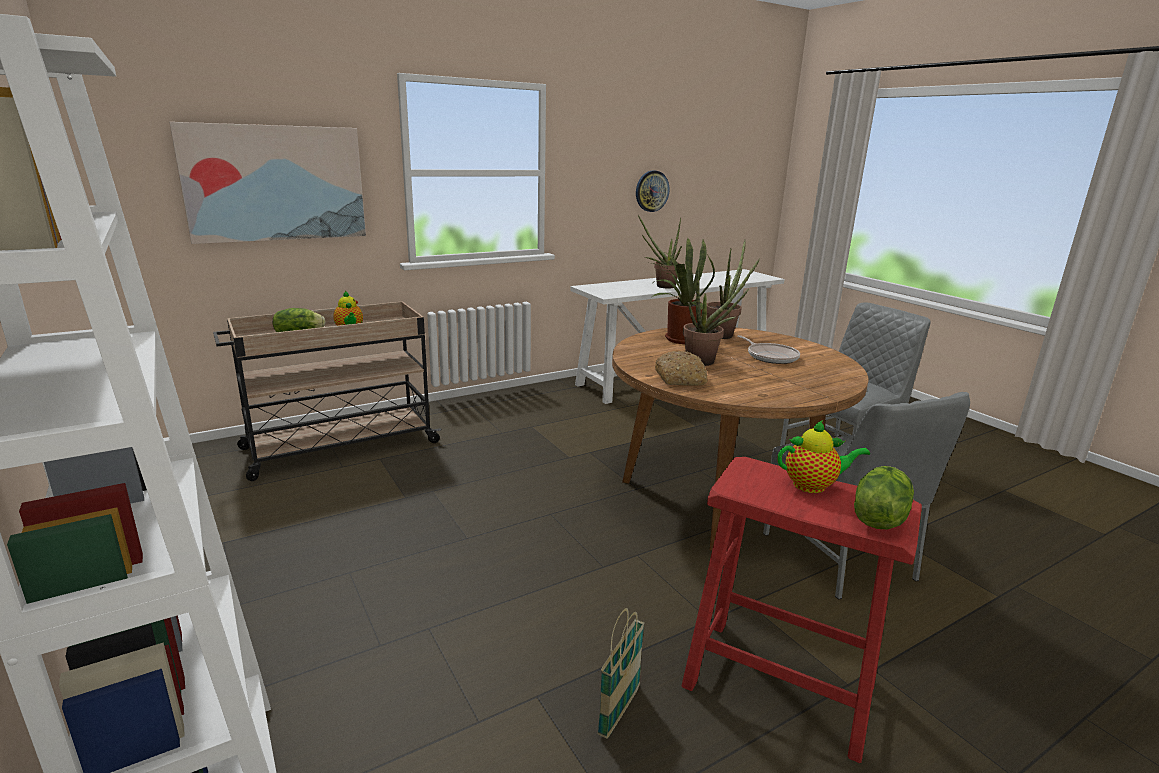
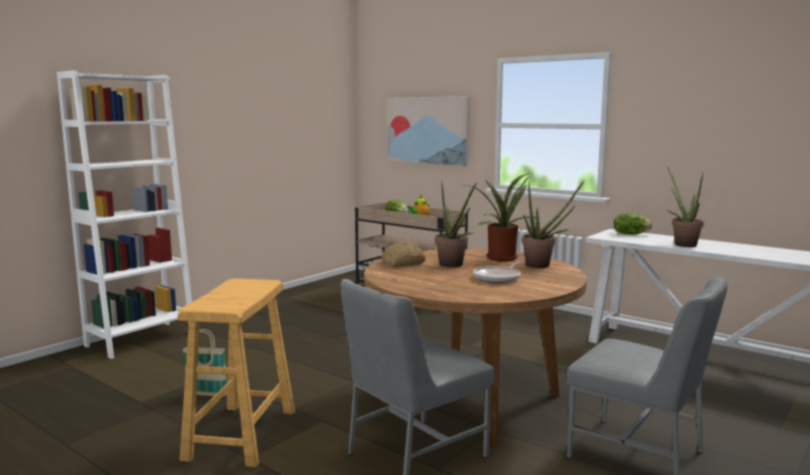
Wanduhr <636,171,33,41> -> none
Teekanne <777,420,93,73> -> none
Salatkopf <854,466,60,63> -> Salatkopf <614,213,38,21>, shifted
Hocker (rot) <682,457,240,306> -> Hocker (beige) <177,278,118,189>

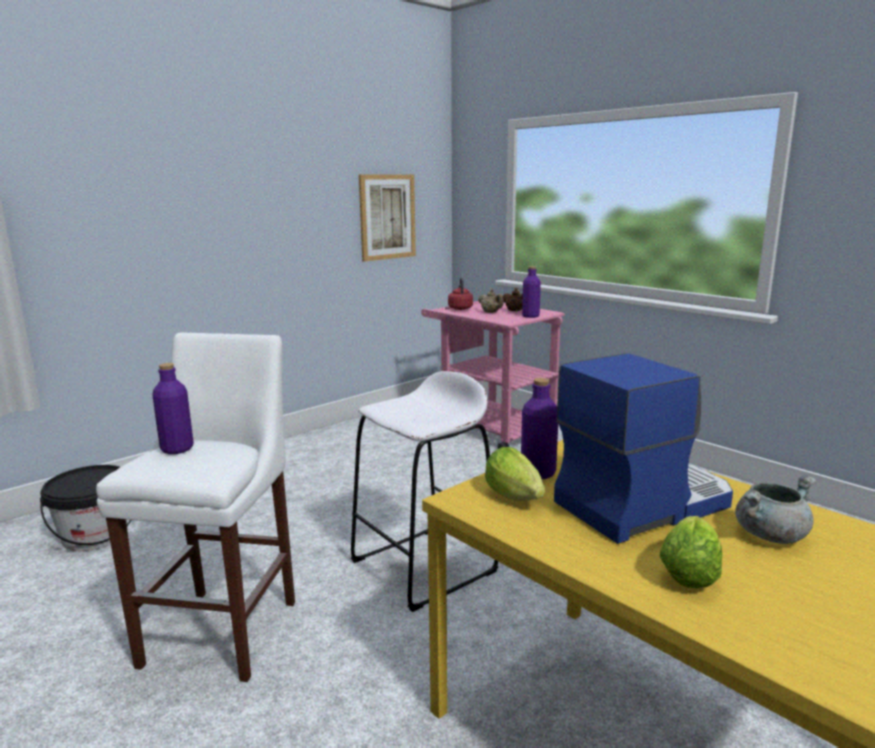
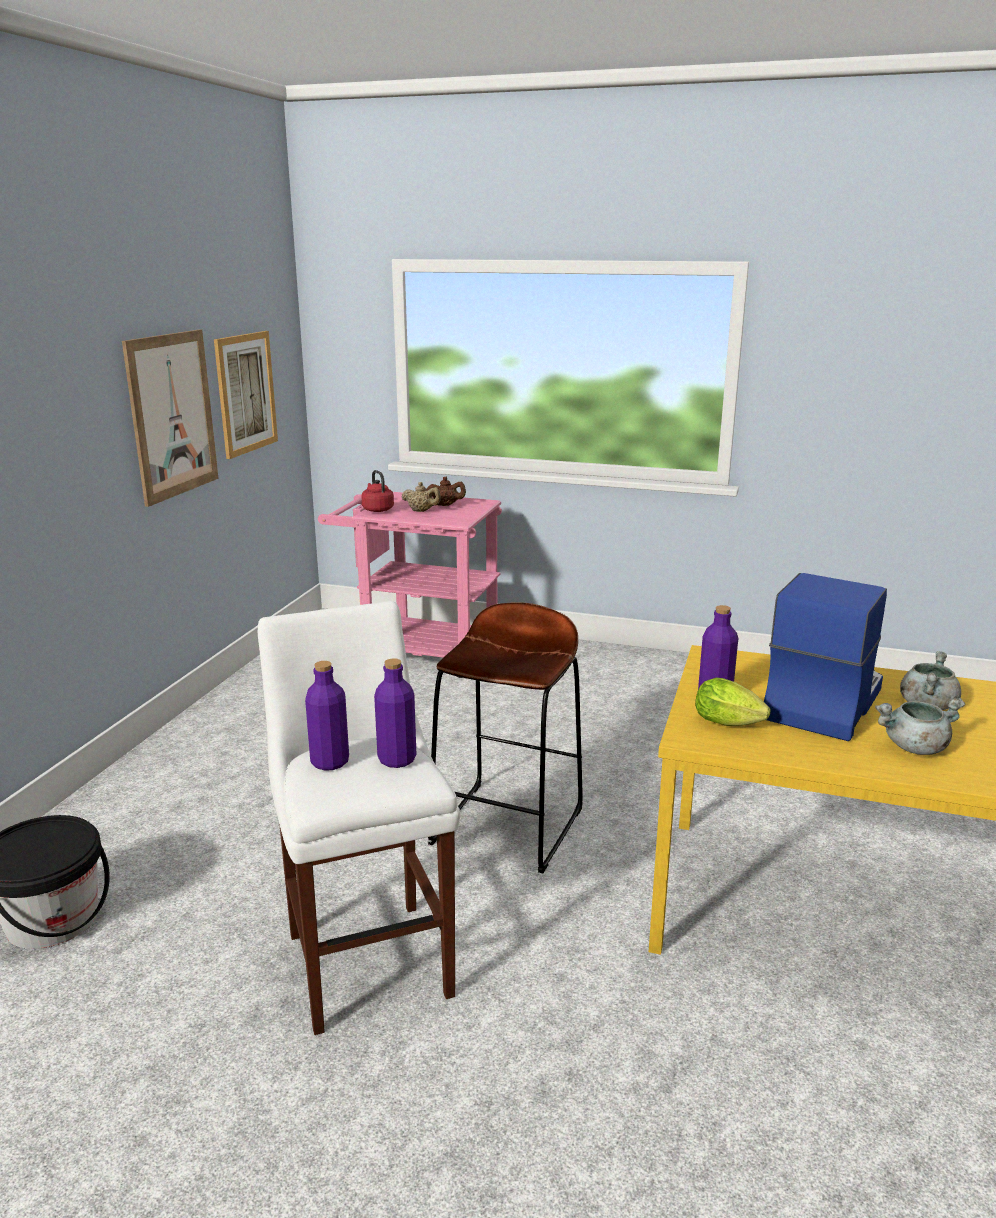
none -> Bild <122,329,97,178>
Flasche (lila) <522,266,19,52> -> Flasche (lila) <374,658,42,110>, shifted
Salatkopf <660,516,62,72> -> Kochtopf (grau) <875,698,90,57>
Hocker (weiß) <351,371,147,241> -> Hocker (braun) <427,602,156,271>

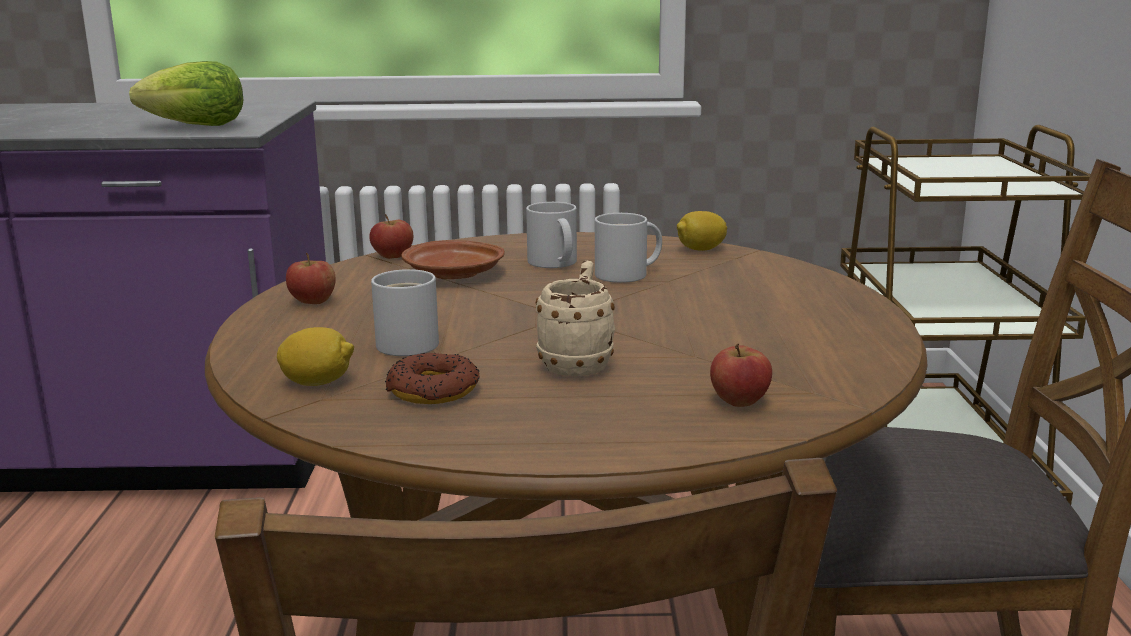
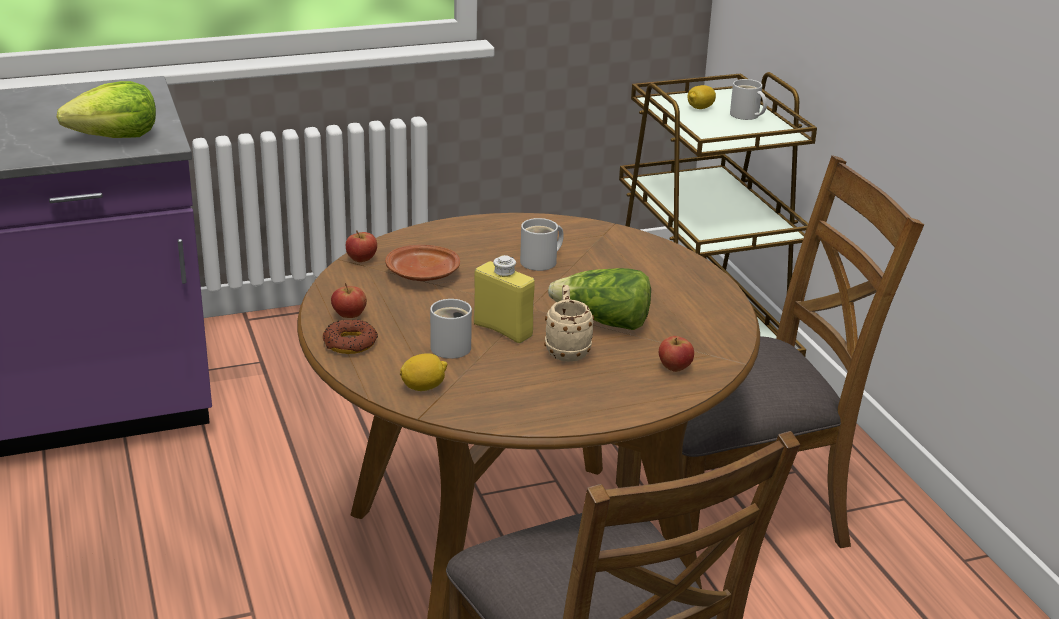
none -> Flasche (gelb) <474,255,61,88>
none -> Salatkopf <548,268,103,62>
Donut <385,353,95,51> -> Donut <323,320,55,34>, shifted
Henkelbecher (weiß) <526,202,51,66> -> Henkelbecher (weiß) <730,79,37,41>, shifted
Zitrone <677,211,50,40> -> Zitrone <688,85,28,24>, shifted

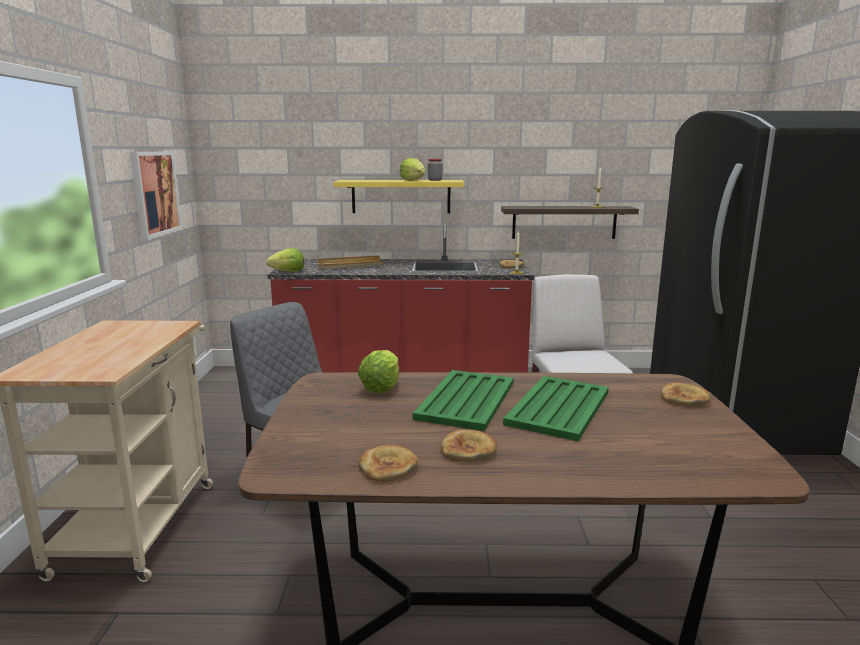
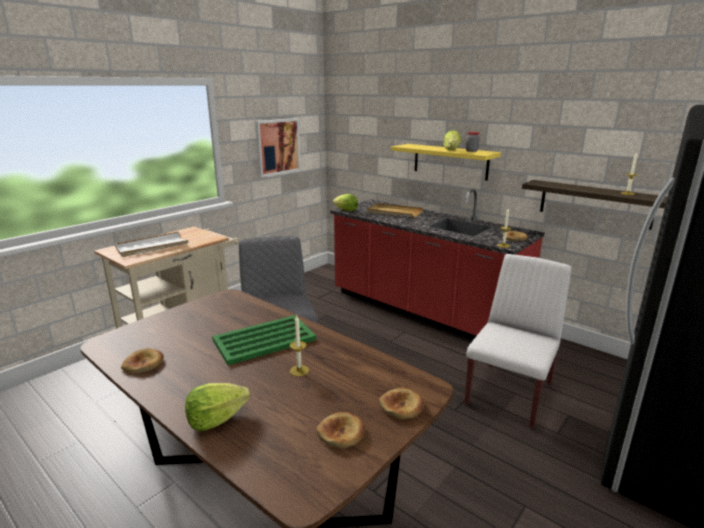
none -> Tablett (weiß) <115,232,74,25>
Salatkopf <358,350,41,43> -> Salatkopf <185,383,65,48>, shifted
Brot <441,429,56,33> -> Brot <316,412,49,36>, shifted
Tablett (grün) <503,376,106,65> -> Kerze <290,316,19,60>

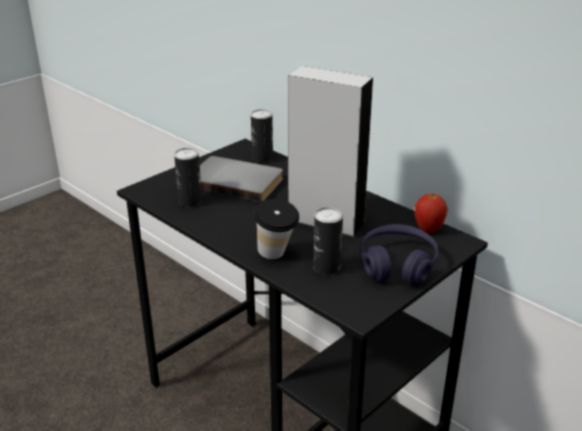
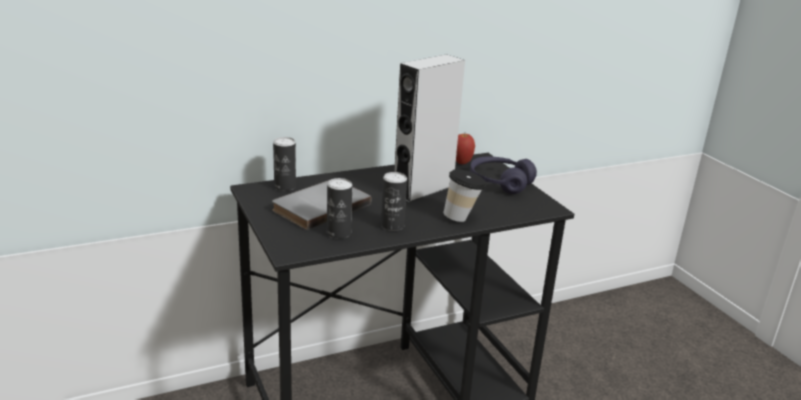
Dose <313,207,30,68> -> Dose <381,172,26,59>, shifted

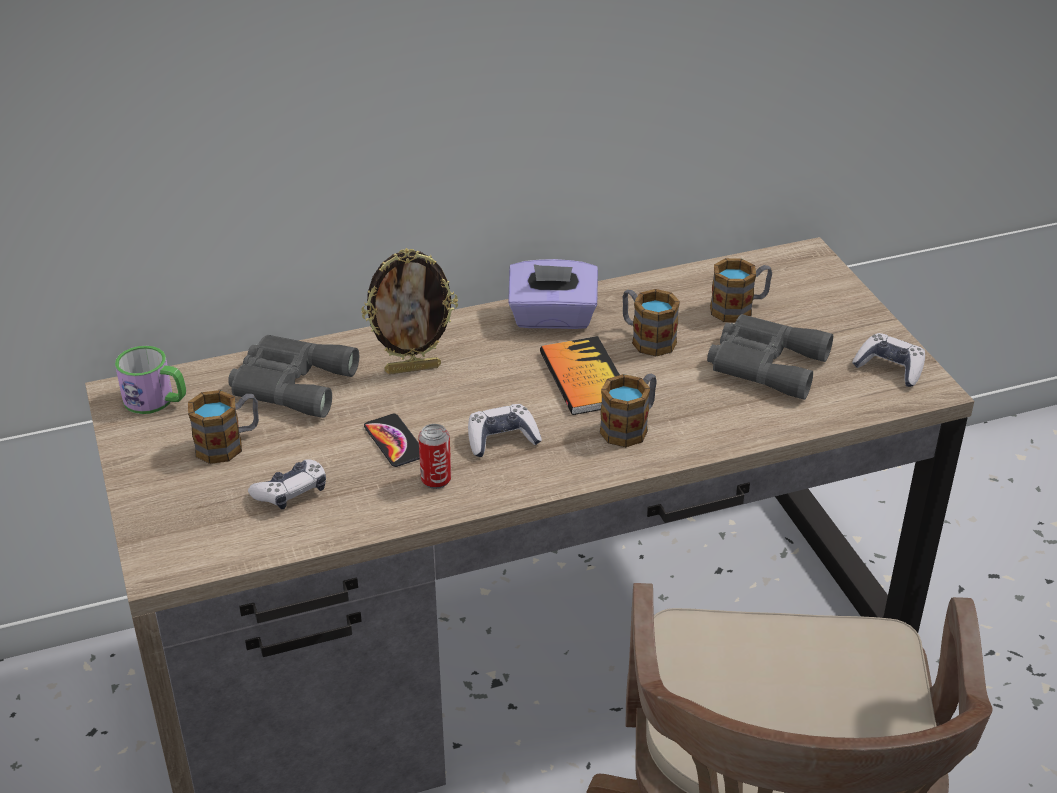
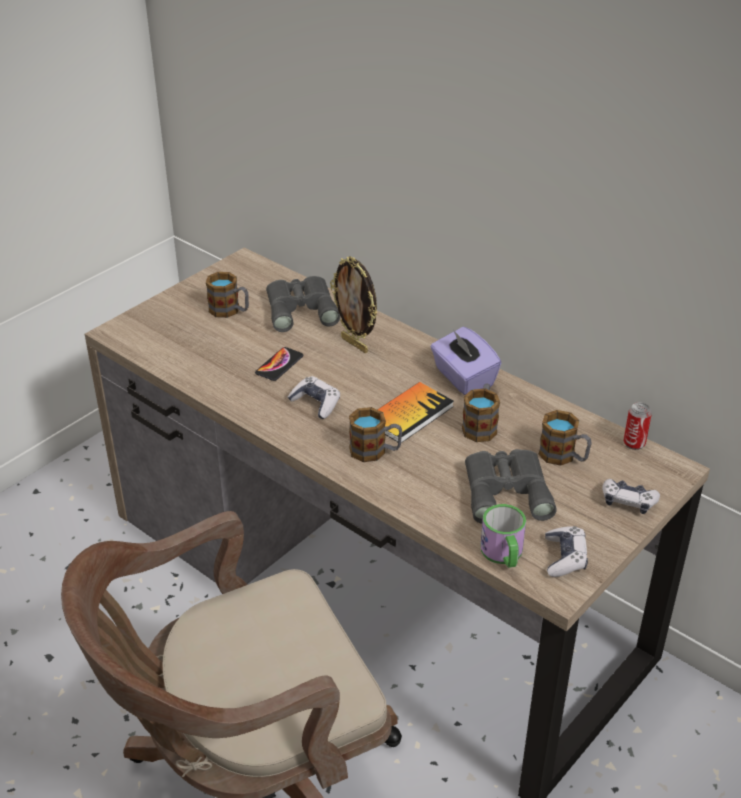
Henkelbecher <115,346,71,68> -> Henkelbecher <480,504,46,64>, shifted
Gamepad <248,459,78,50> -> Gamepad <602,479,58,35>, shifted
Dose <418,424,33,65> -> Dose <624,402,28,48>, shifted

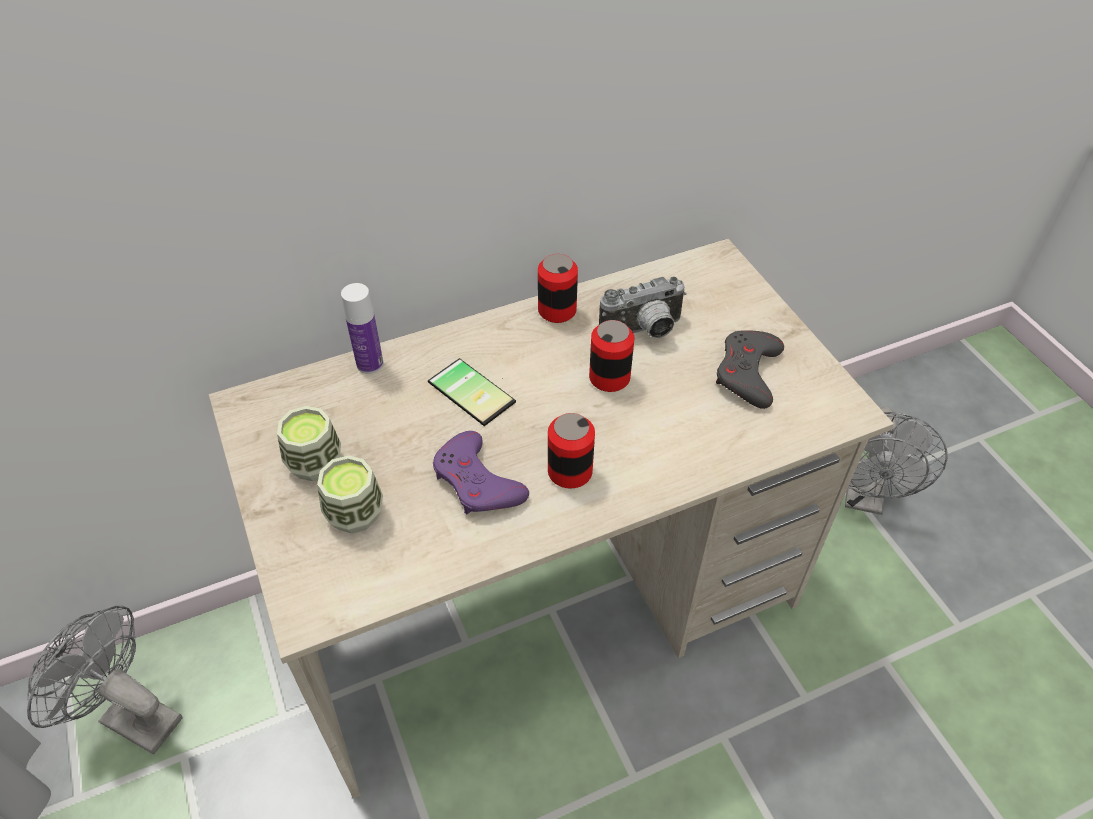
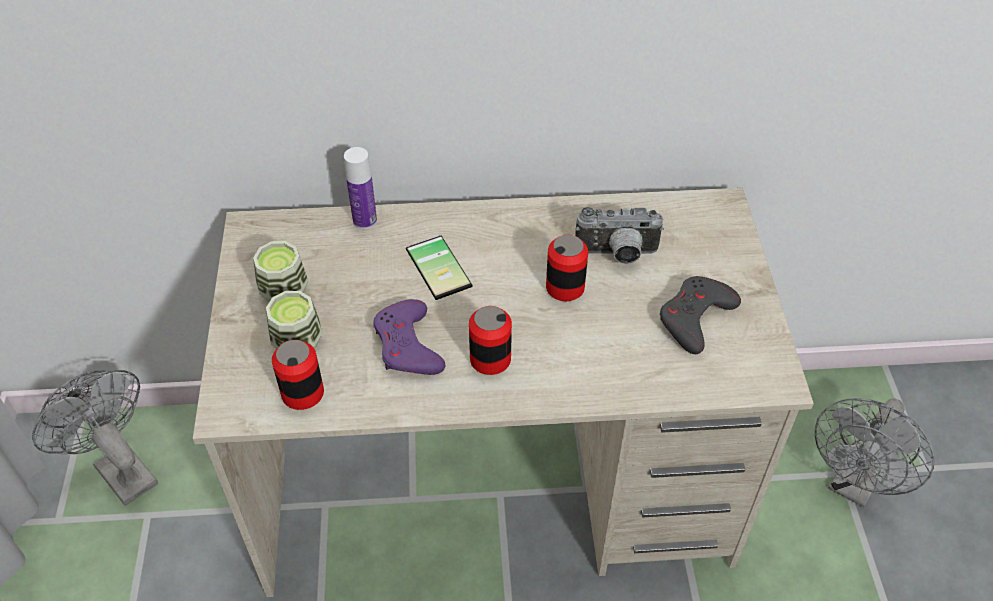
Dose <538,254,40,69> -> Dose <272,340,52,70>, shifted

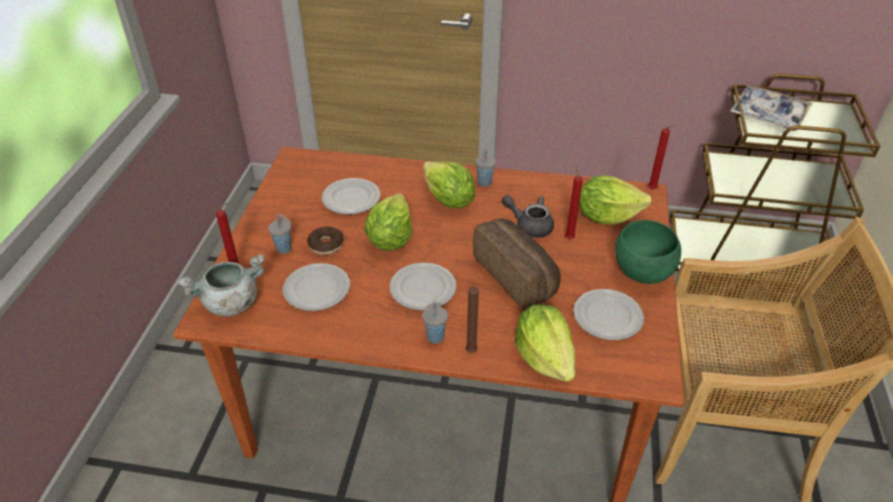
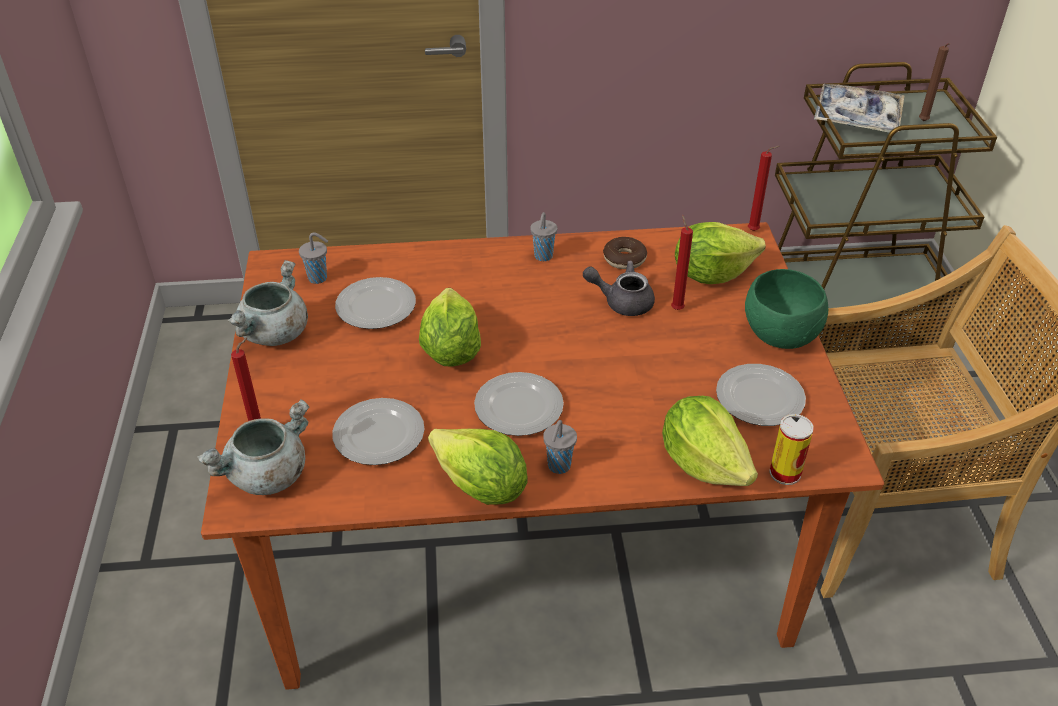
Brot <473,218,88,92> -> none
none -> Kochtopf (grau) <227,260,81,86>
none -> Dose <769,414,45,71>
Tasse (grau) <268,214,24,40> -> Tasse (grau) <299,232,29,52>, shifted
Donut <307,227,37,28> -> Donut <603,237,44,32>, shifted
Salatkopf <423,161,52,47> -> Salatkopf <428,429,100,76>, shifted
Kerze (braun) <466,287,13,66> -> Kerze (braun) <919,43,31,78>, shifted

